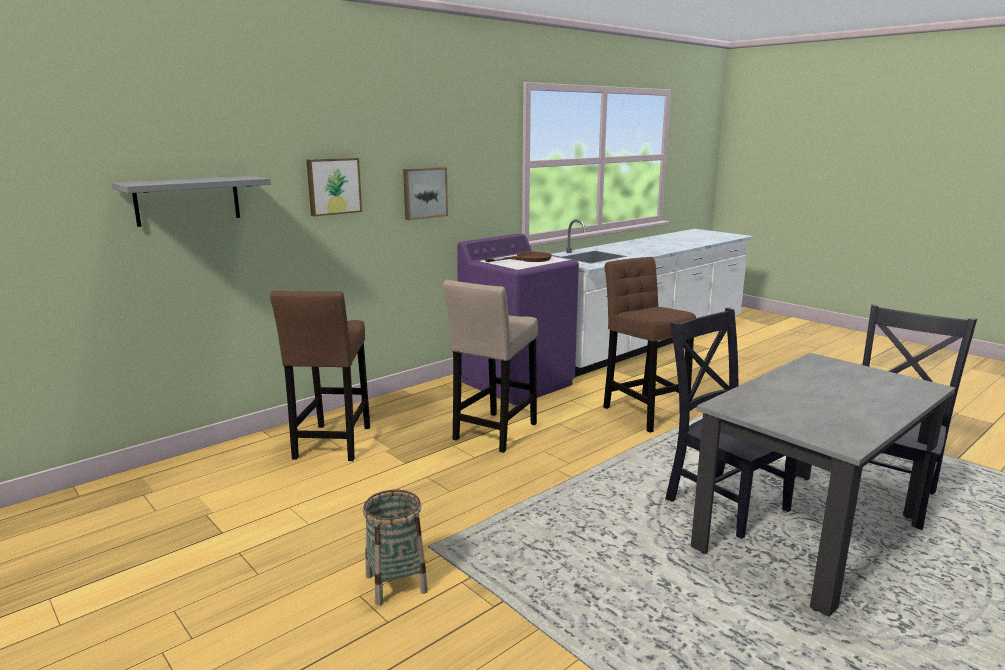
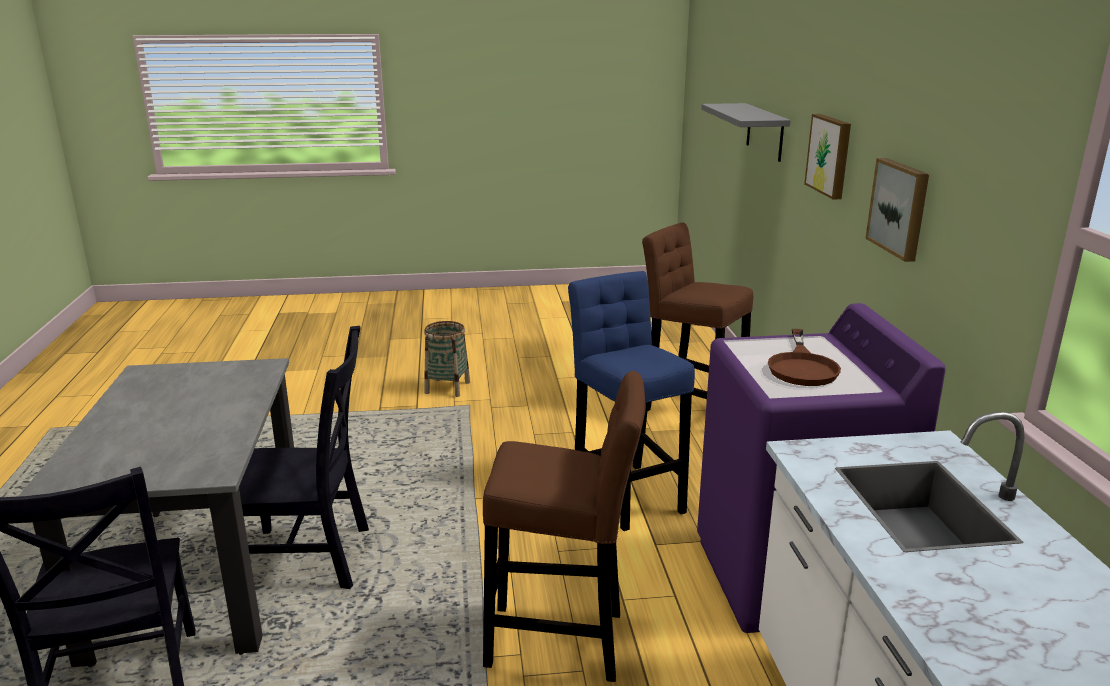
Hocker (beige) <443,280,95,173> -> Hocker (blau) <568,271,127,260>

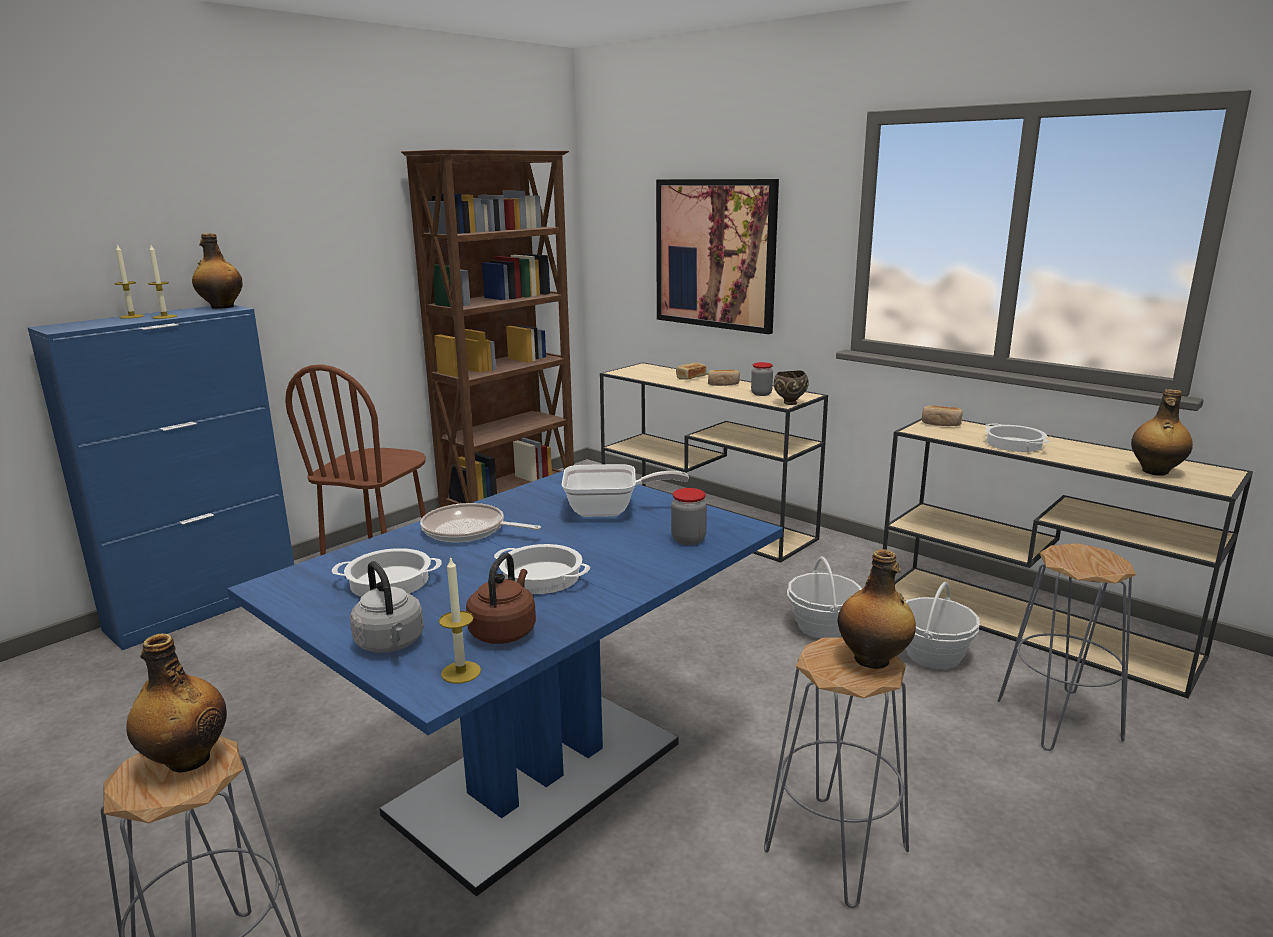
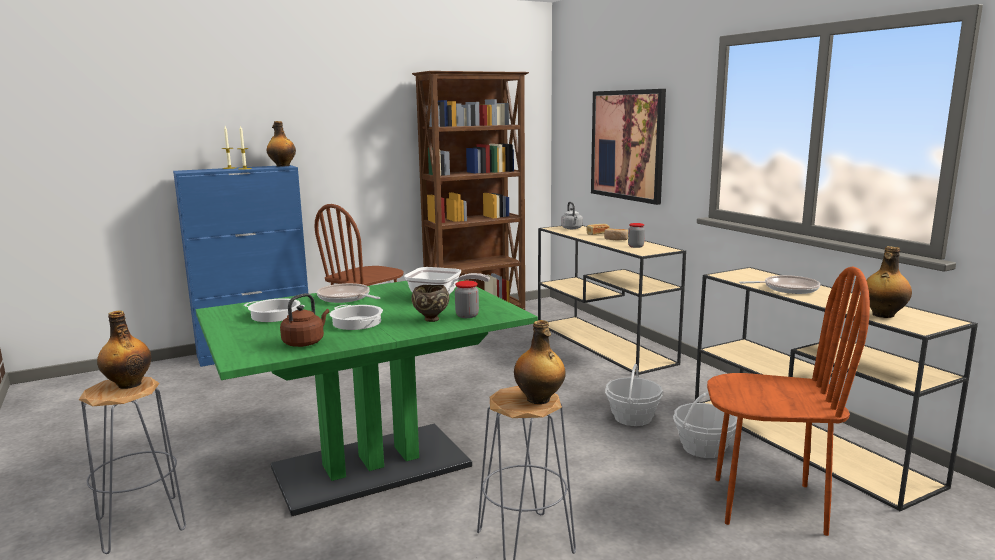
Kerze <439,556,42,128> -> none
Brot <922,405,41,21> -> none
Wasserkessel (grau) <350,561,74,92> -> Wasserkessel (grau) <561,202,22,27>, shifted
Schüssel (braun) <774,370,35,35> -> Schüssel (braun) <411,285,38,37>, shifted
Kochtopf <984,423,66,29> -> Pfanne <739,275,81,19>
Hocker (grau) <998,543,138,208> -> Stuhl (braun) <707,266,163,270>
Esstisch (blau) <227,471,556,425> -> Esstisch (grün) <196,280,342,236>

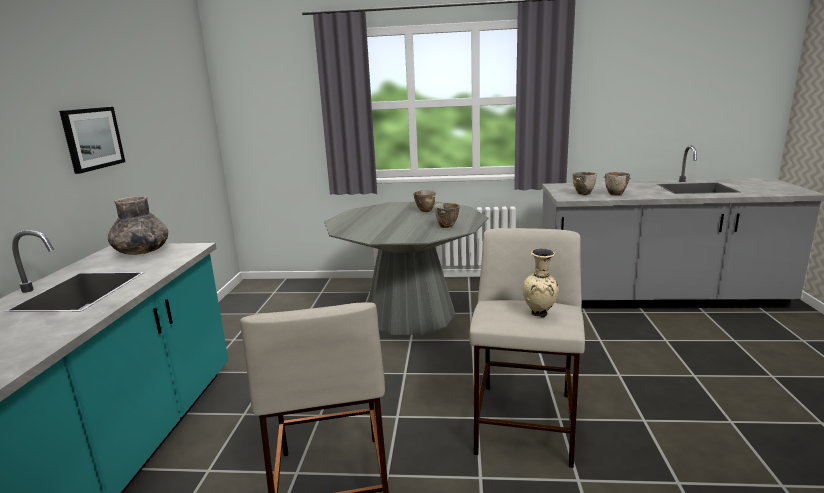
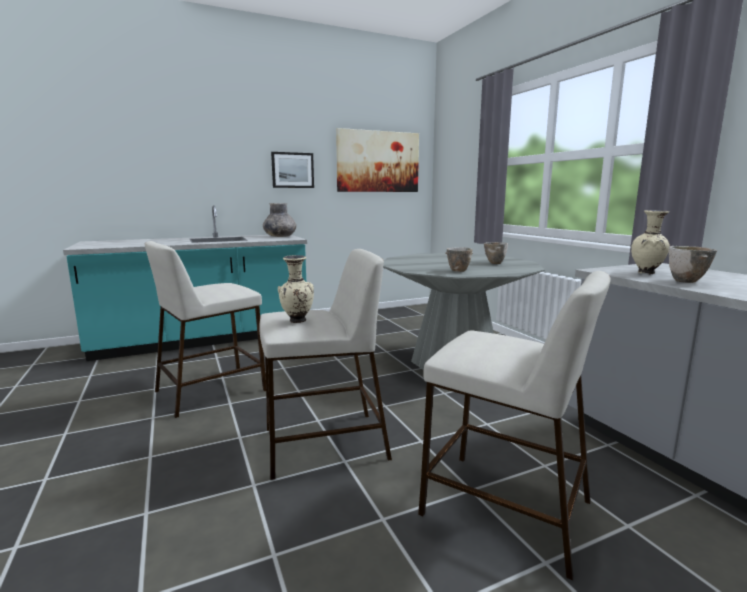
none -> Bild <336,128,83,64>
none -> Hocker (beige) <418,271,193,309>
Schüssel <573,172,24,23> -> Vase (beige) <631,210,39,64>

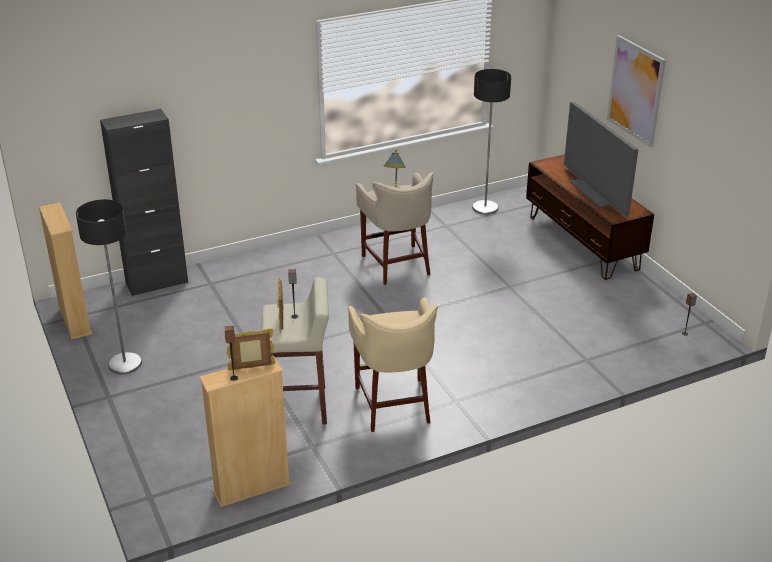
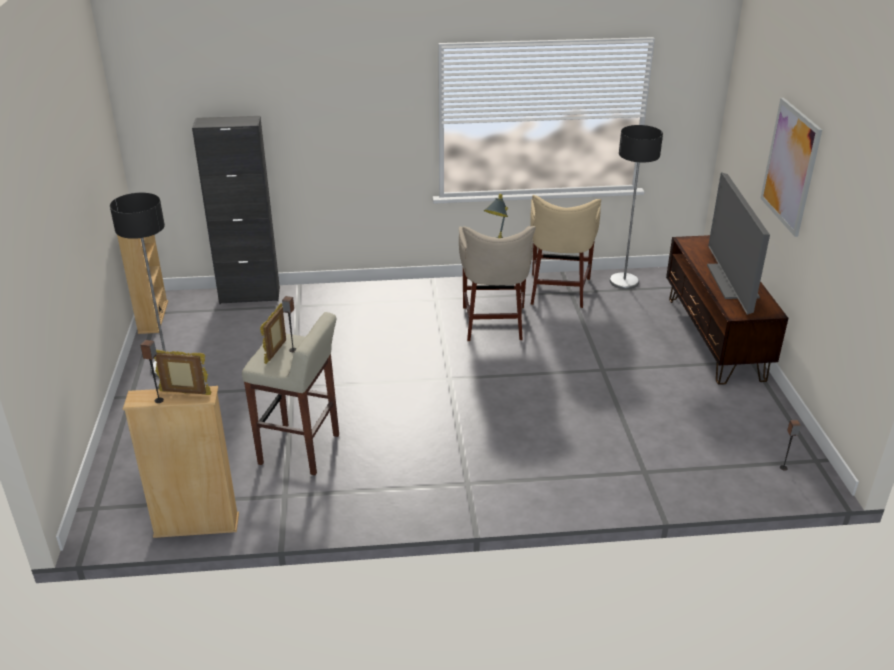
Hocker (beige) <348,298,90,134> -> Hocker (beige) <530,195,71,113>, shifted

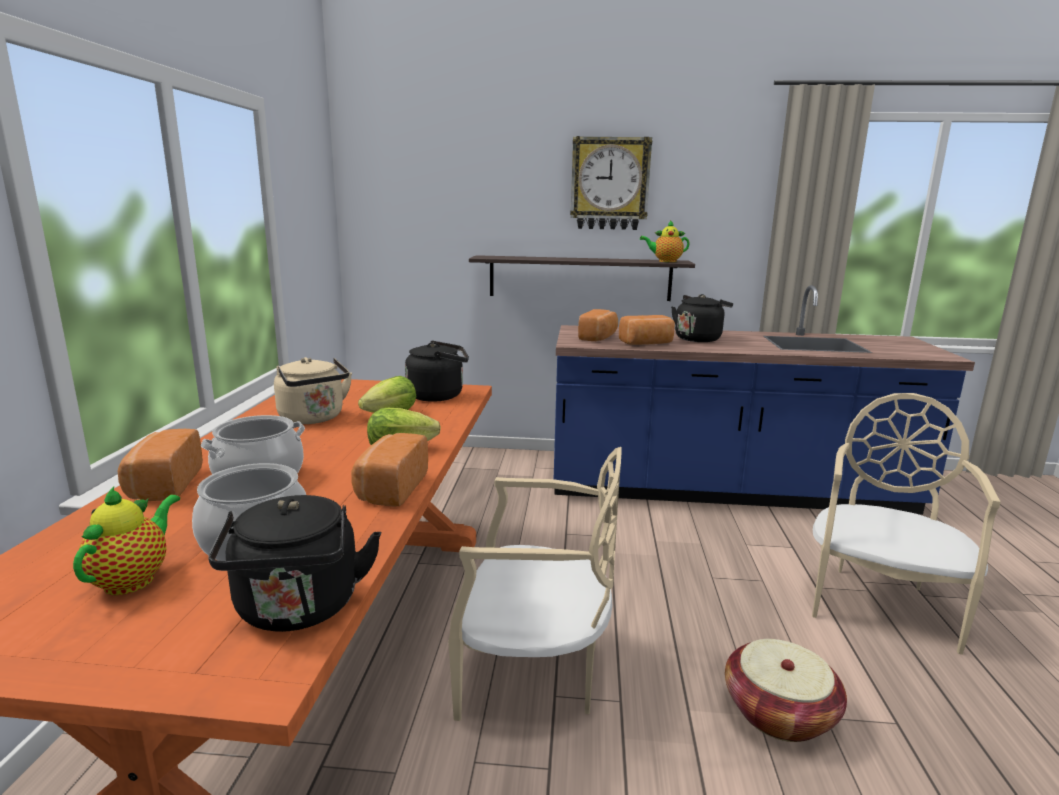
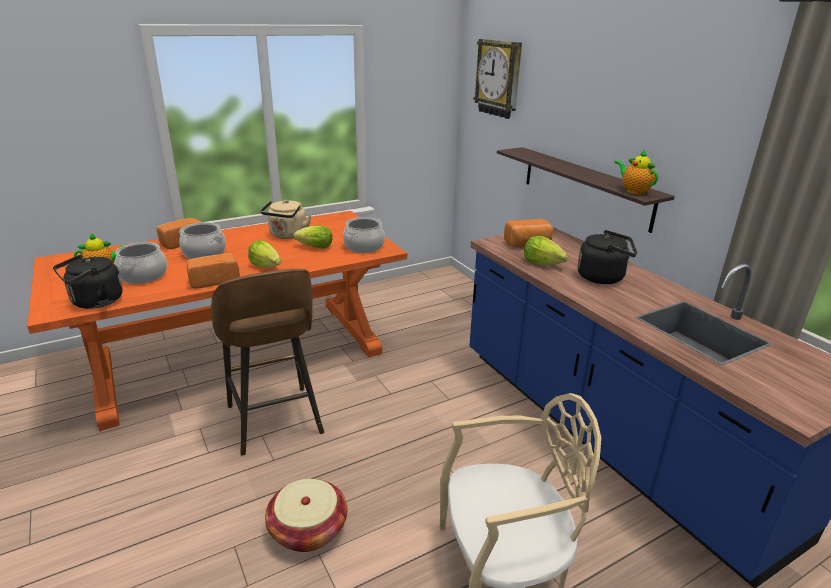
Wanduhr <570,136,82,94> -> Wanduhr <473,39,49,80>, shifted
Wasserkessel (schwarz) <405,341,64,61> -> Kochtopf <343,217,42,36>
Stuhl (beige) <448,447,174,274> -> Hocker (braun) <211,269,113,187>
Brot <619,315,56,30> -> Salatkopf <524,236,44,29>

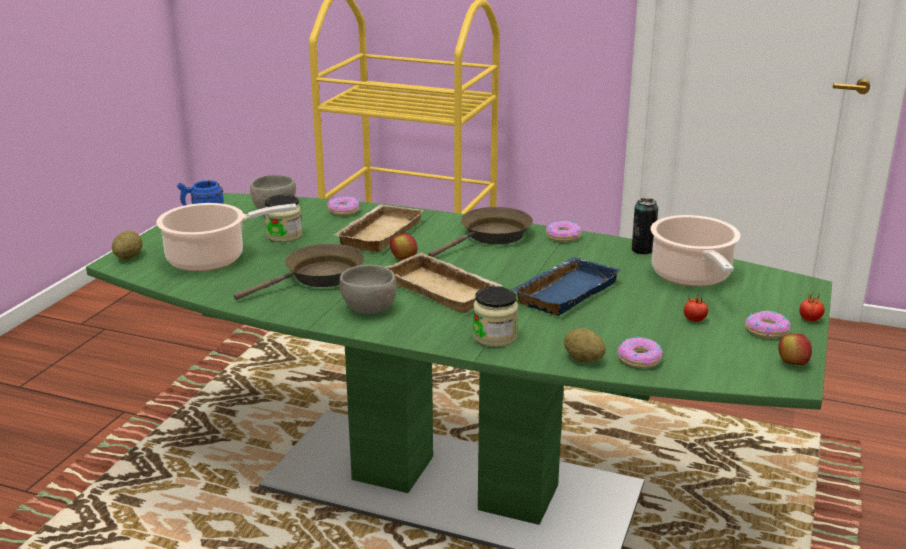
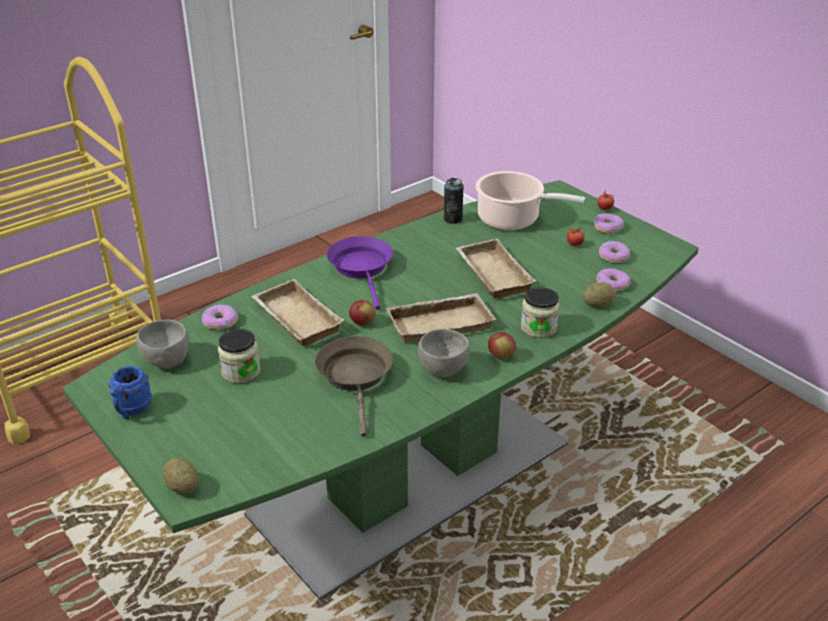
Kochtopf <156,203,141,68> -> none
Donut <546,221,36,21> -> Donut <599,240,31,23>, shifted
Apfel <778,334,34,31> -> Apfel <488,332,28,27>, shifted
Pfanne (braun) <428,207,105,50> -> Pfanne (lila) <327,236,66,74>
Tablett (blau) <511,257,109,59> -> Tablett (beige) <456,238,80,60>

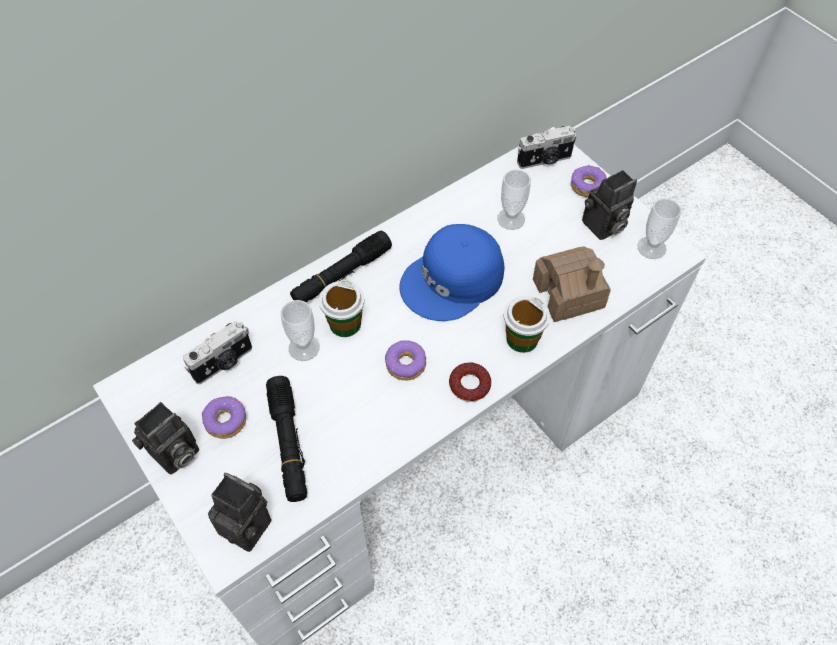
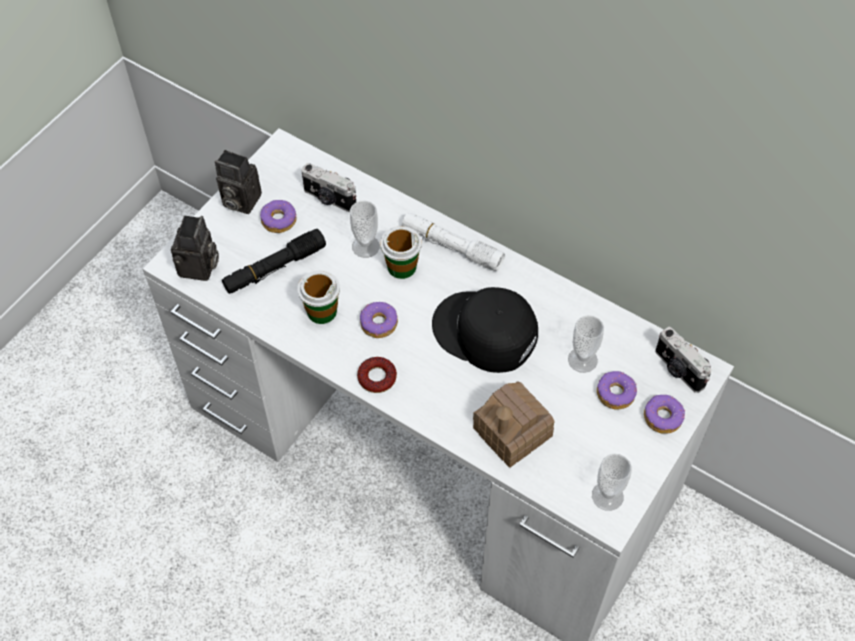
Kamera <582,170,55,70> -> none
none -> Donut <597,371,40,39>
Tasse <504,296,46,57> -> Tasse <297,271,43,53>, shifted
Taschenlampe (schwarz) <290,231,102,72> -> Taschenlampe (weiß) <402,213,103,58>
Kappe (blau) <399,224,105,97> -> Kappe (schwarz) <432,287,106,86>

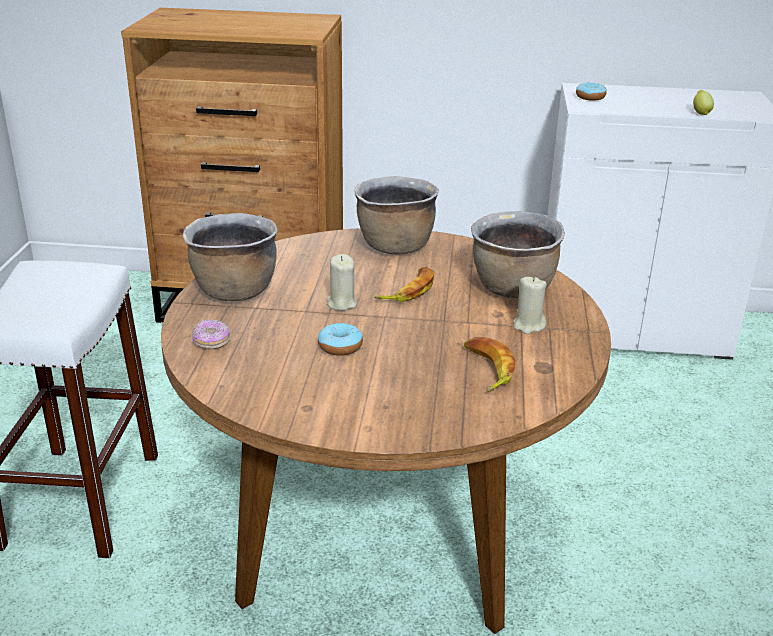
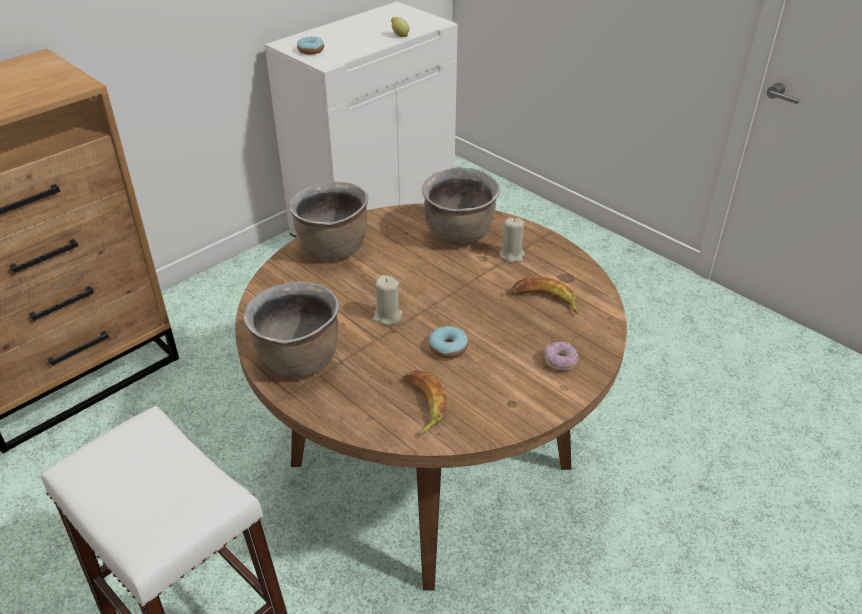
Donut <192,319,38,30> -> Donut <544,341,34,30>, shifted
Banane <374,267,60,35> -> Banane <403,371,43,64>, shifted

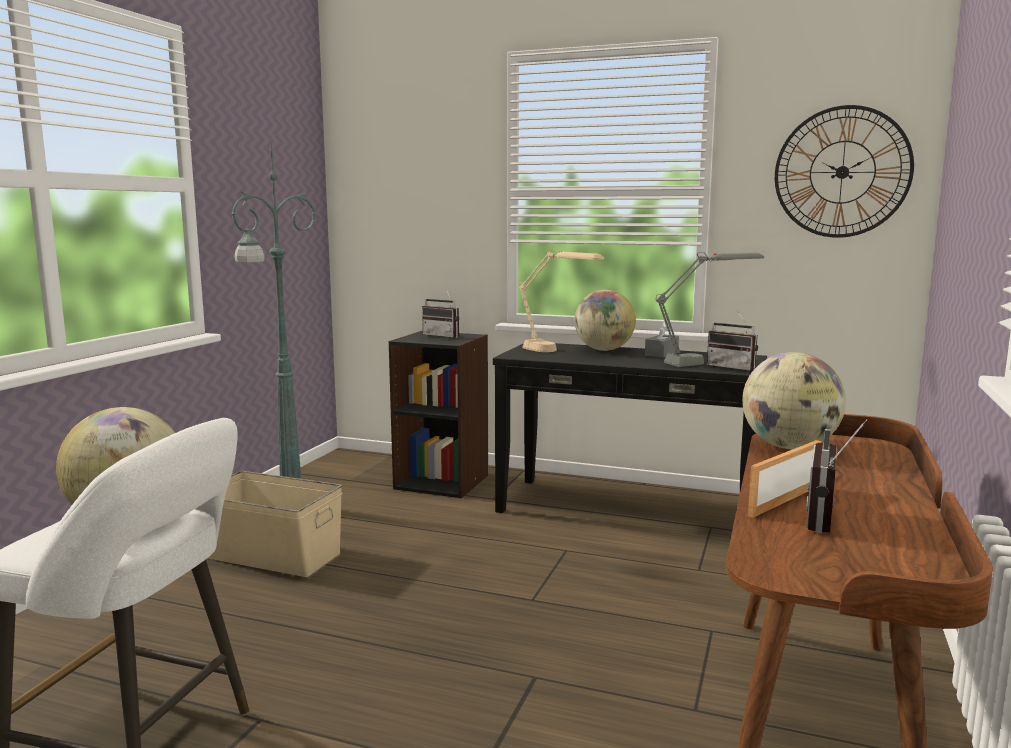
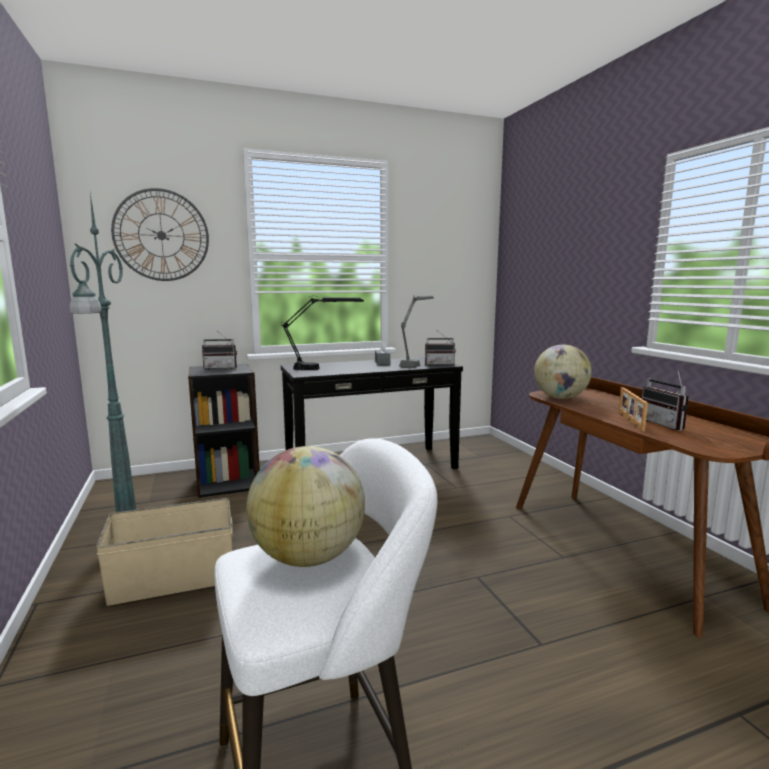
Globus <575,290,61,61> -> none
Wanduhr <775,105,139,133> -> Wanduhr <111,188,98,93>, shifted
Tischlampe (beige) <519,249,85,103> -> Tischlampe (schwarz) <281,296,83,74>

